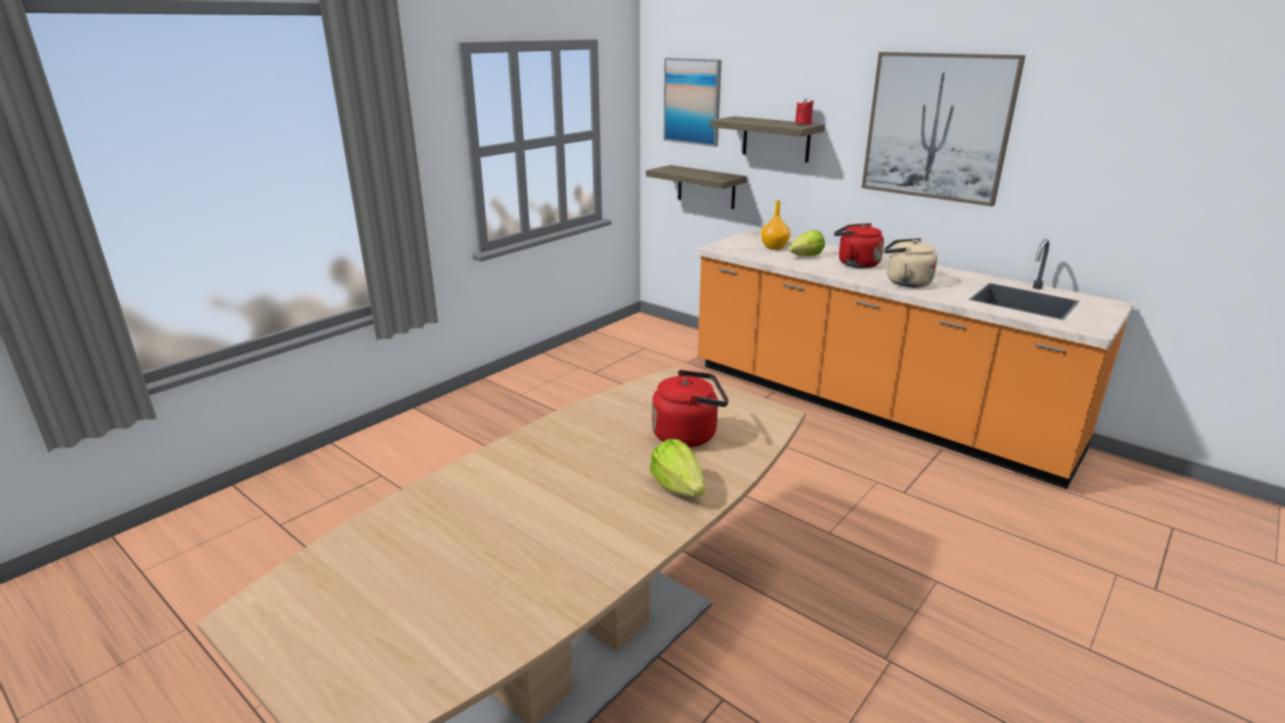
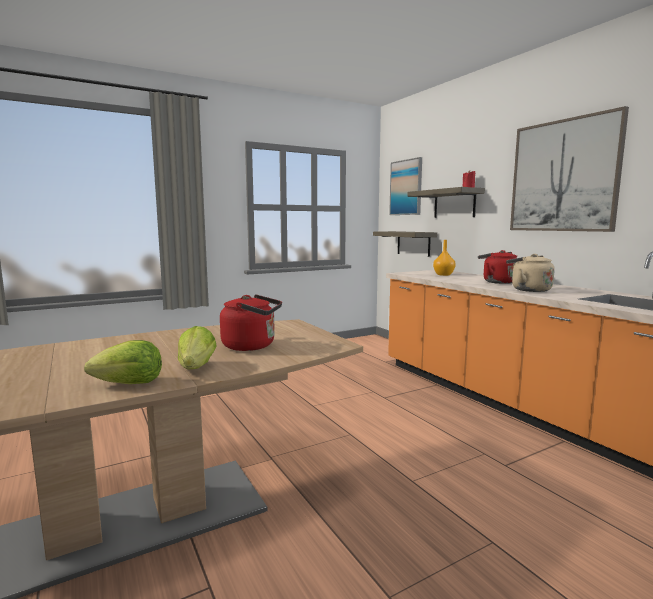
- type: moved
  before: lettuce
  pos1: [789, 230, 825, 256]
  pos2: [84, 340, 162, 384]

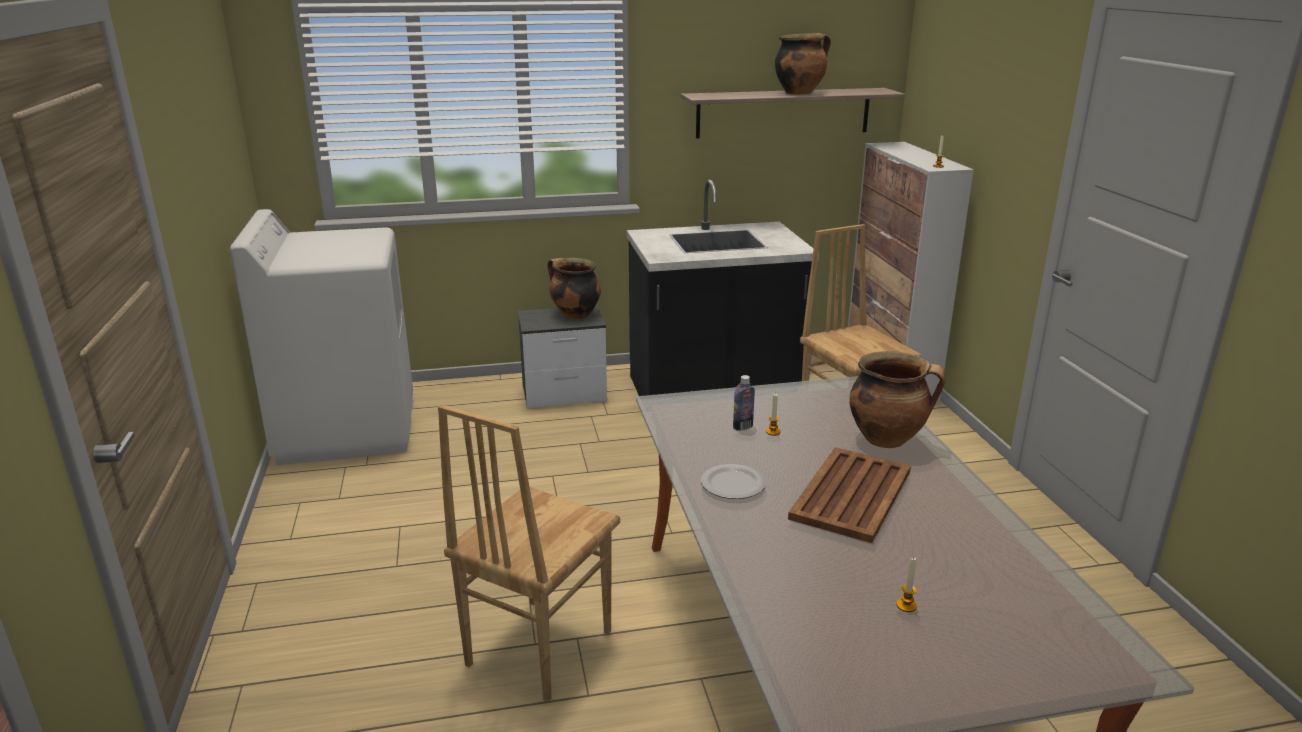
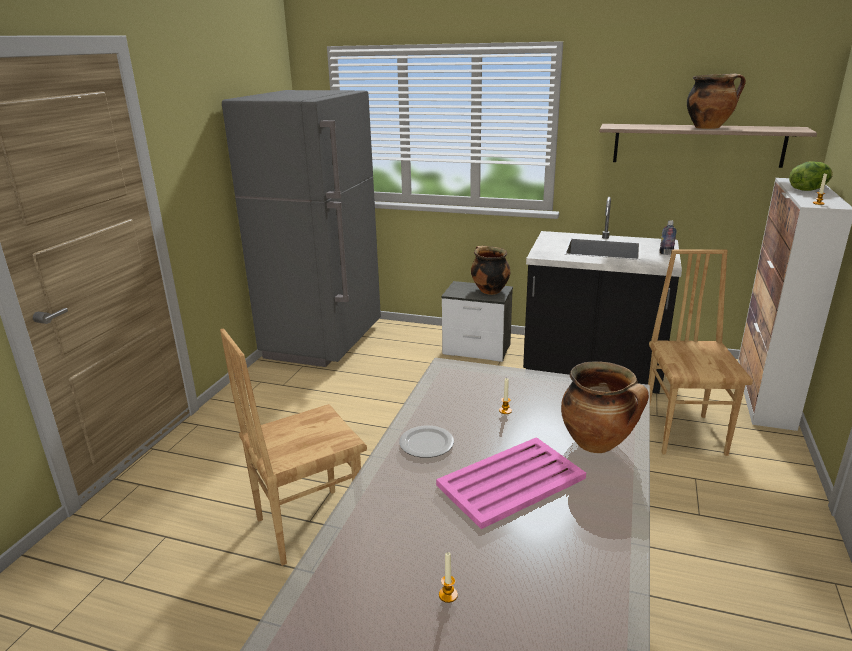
- type: replaced
  before: washing machine (white)
  after: fridge (grey)
  pos1: [230, 209, 413, 465]
  pos2: [222, 90, 381, 367]
- type: recoloured
  before: tray (brown)
  after: tray (pink)
  pos1: [788, 447, 911, 543]
  pos2: [436, 437, 586, 529]
- type: moved
  before: bottle
  pos1: [733, 375, 755, 430]
  pos2: [660, 220, 677, 255]
- type: added
  after: lettuce
  pos2: [789, 162, 833, 191]

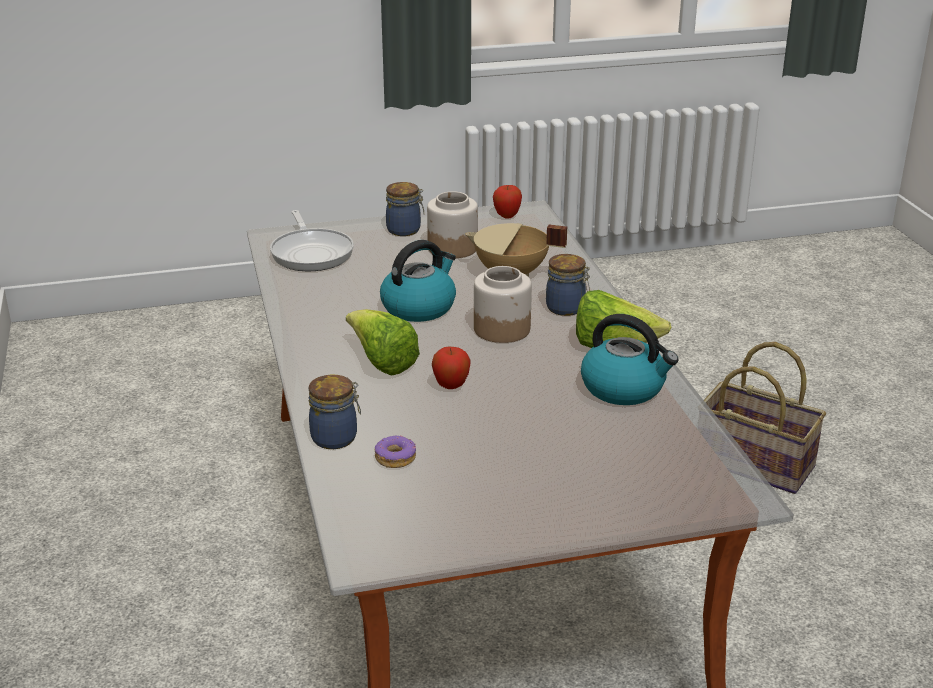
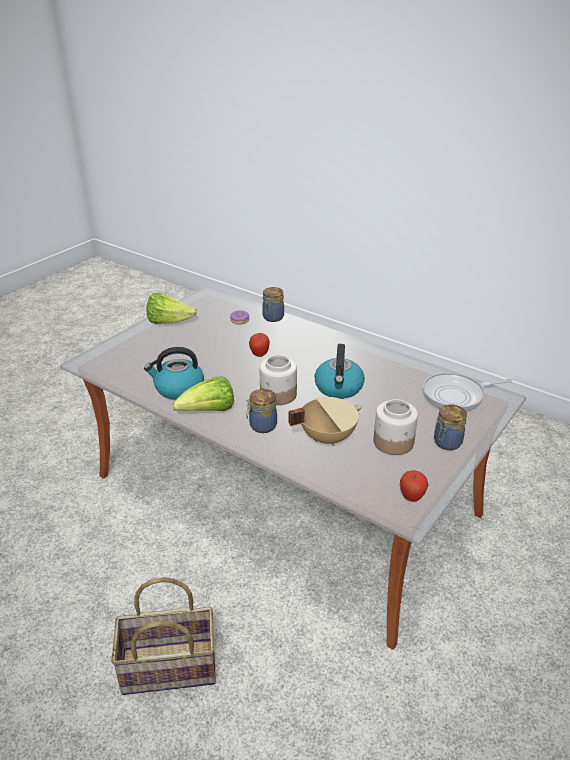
- type: moved
  before: lettuce
  pos1: [346, 309, 420, 376]
  pos2: [147, 293, 197, 324]
- type: turned
  before: frying pan
  pos1: [270, 210, 354, 271]
  pos2: [423, 373, 512, 411]
  turn: -45

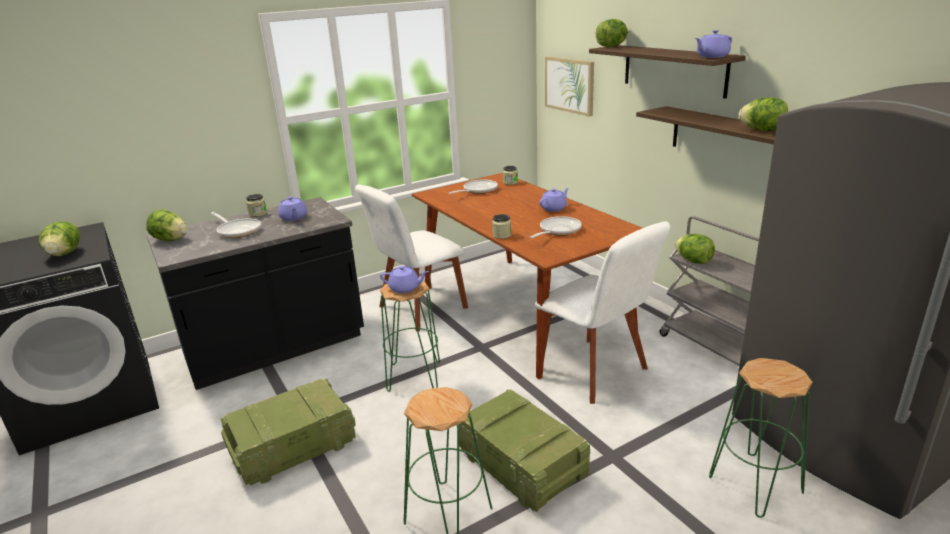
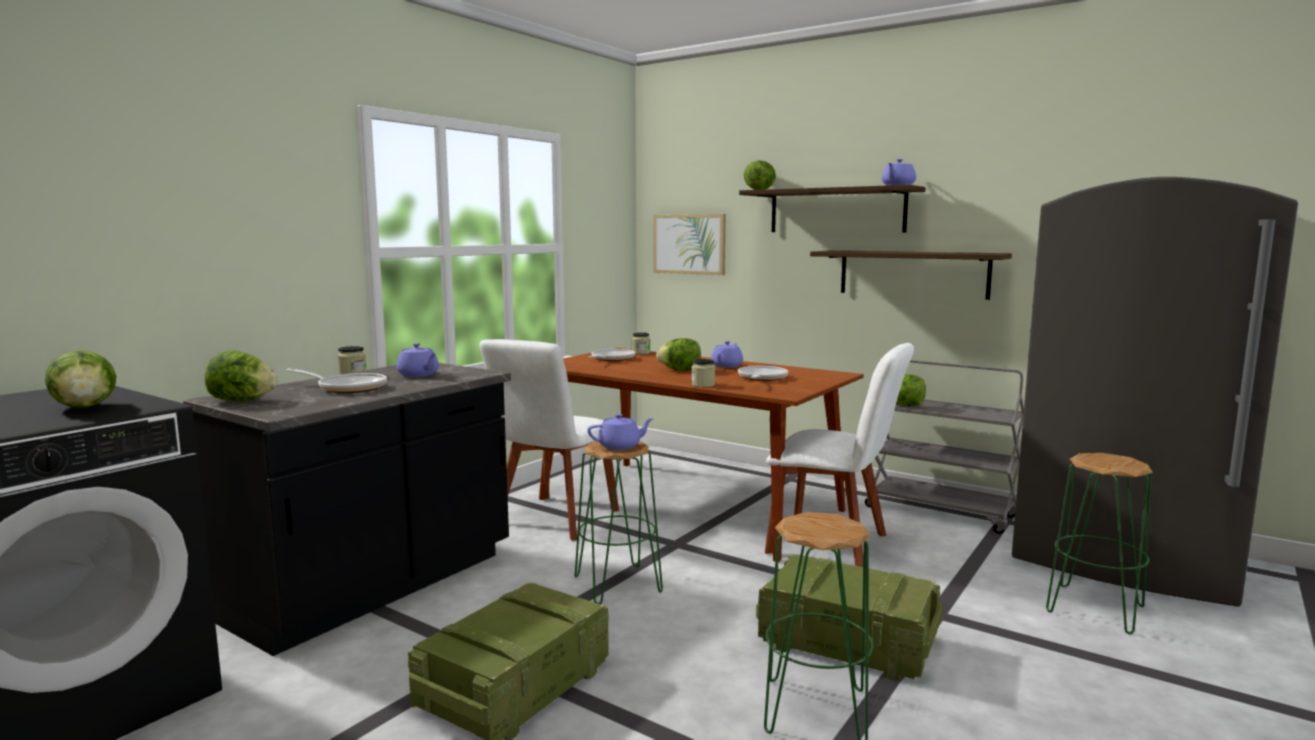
- type: moved
  before: lettuce
  pos1: [739, 97, 788, 131]
  pos2: [656, 338, 701, 371]

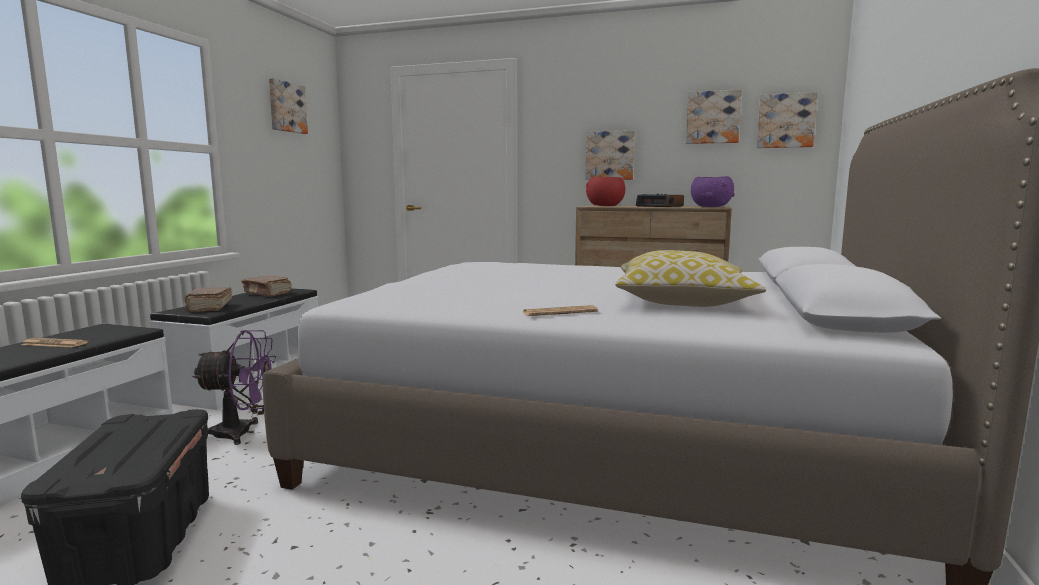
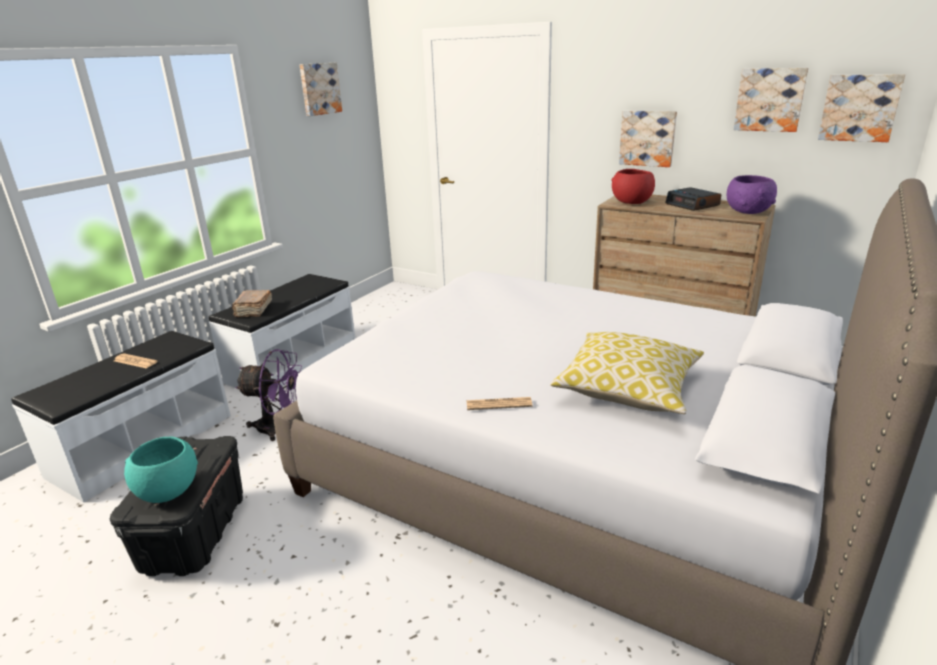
- type: added
  after: bowl (turquoise)
  pos2: [124, 436, 198, 503]
- type: removed
  before: book (brown)
  pos1: [241, 276, 292, 297]

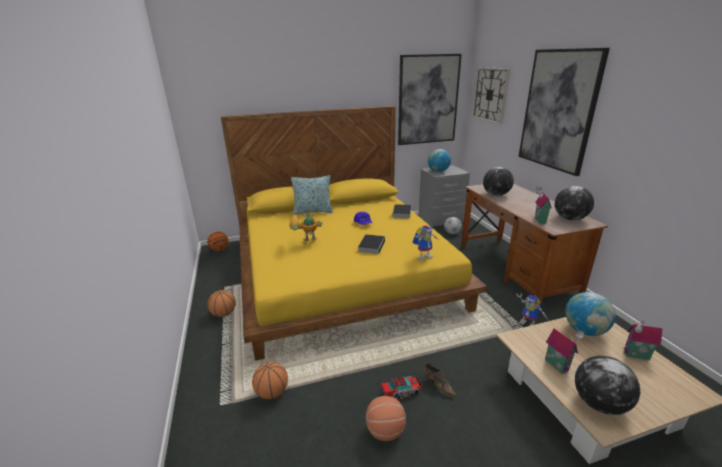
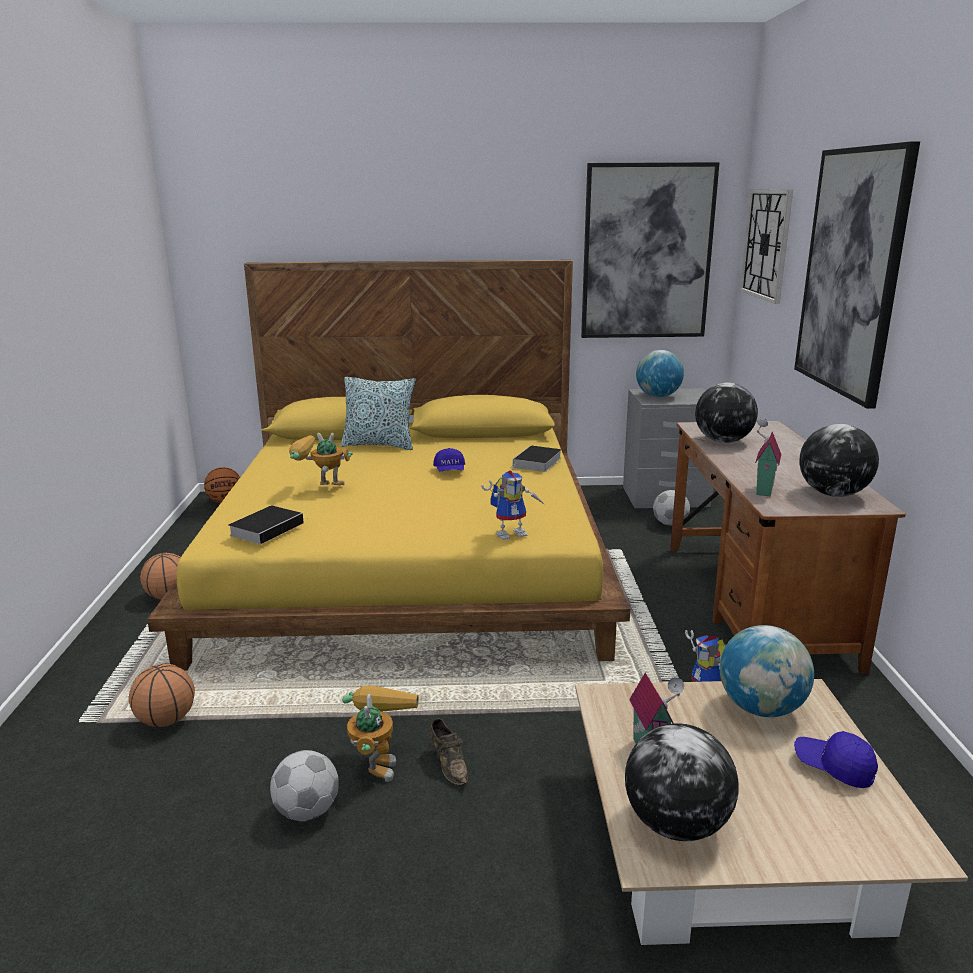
- type: moved
  before: book
  pos1: [358, 234, 385, 254]
  pos2: [228, 505, 309, 544]
- type: replaced
  before: basketball
  after: football
  pos1: [366, 396, 406, 441]
  pos2: [270, 750, 339, 821]
- type: replaced
  before: toy truck
  after: toy robot
  pos1: [381, 376, 423, 400]
  pos2: [342, 686, 419, 782]
- type: replaced
  before: toy house
  after: cap (blue)
  pos1: [624, 320, 663, 360]
  pos2: [794, 731, 878, 788]

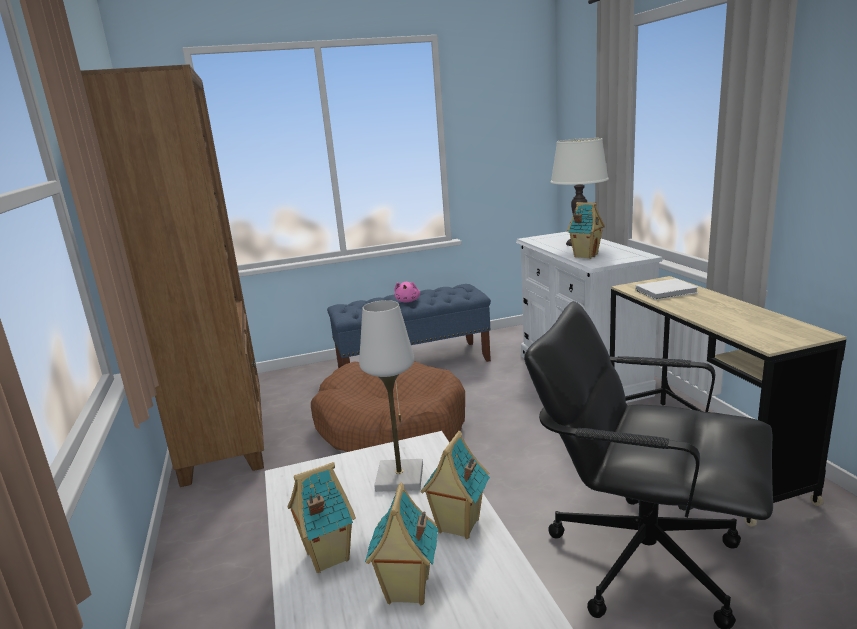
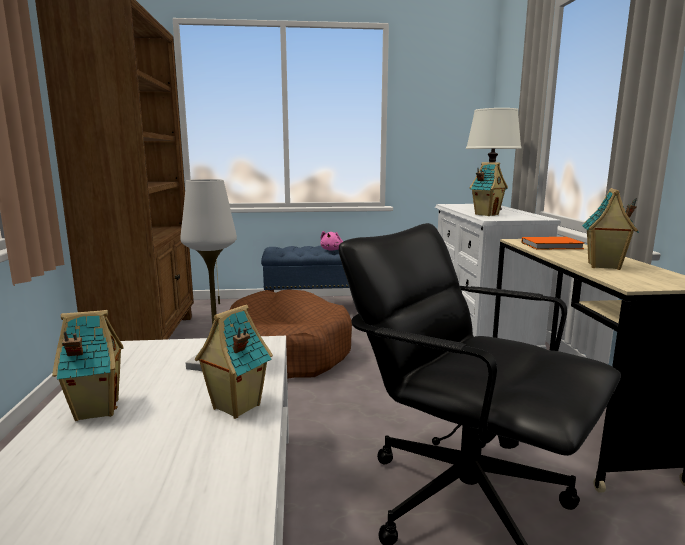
- type: recoloured
  before: book (white)
  after: book (orange)
  pos1: [635, 279, 698, 300]
  pos2: [521, 237, 585, 249]
- type: moved
  before: toy house
  pos1: [365, 483, 438, 605]
  pos2: [582, 188, 639, 270]

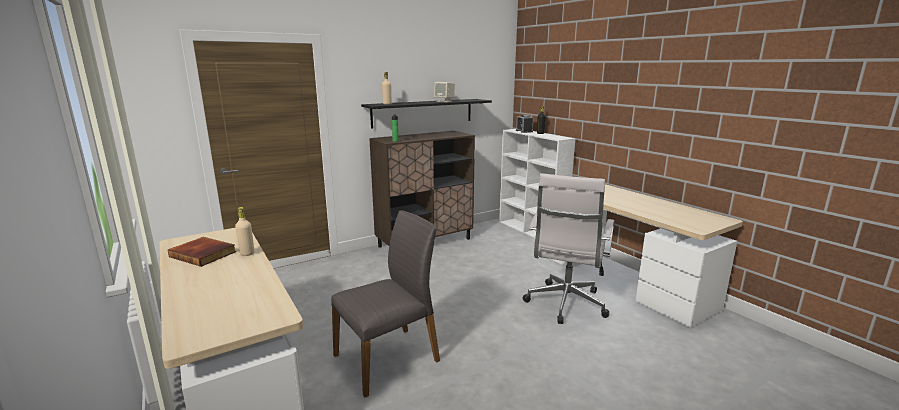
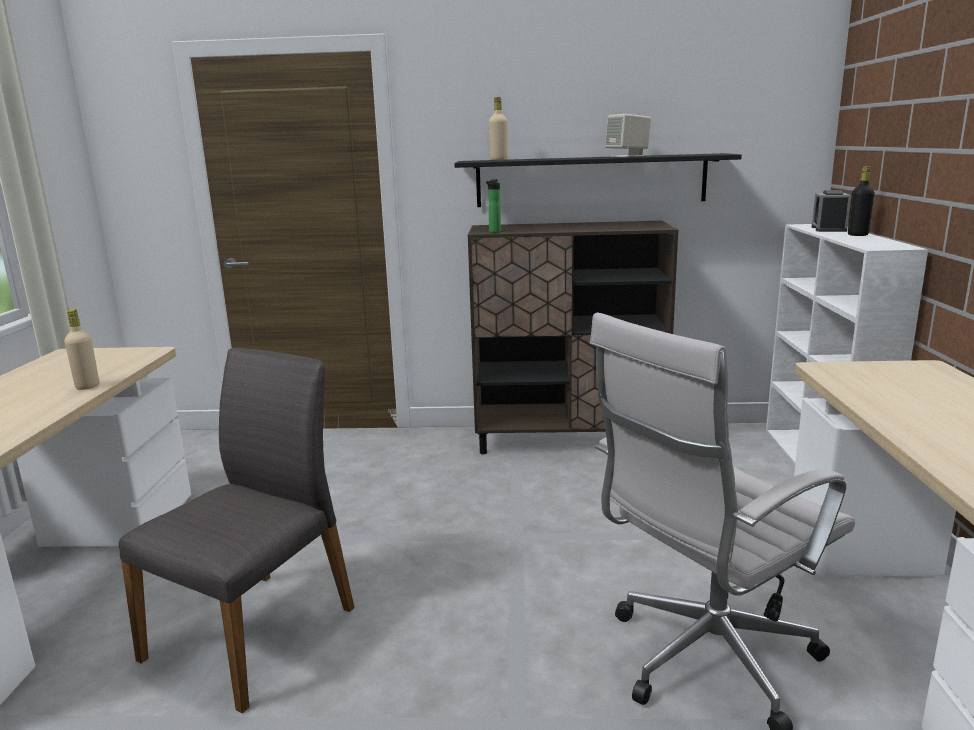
- type: turned
  before: chair (grey)
  pos1: [331, 210, 440, 397]
  pos2: [118, 348, 355, 713]
  turn: -60
- type: removed
  before: book
  pos1: [168, 237, 236, 267]

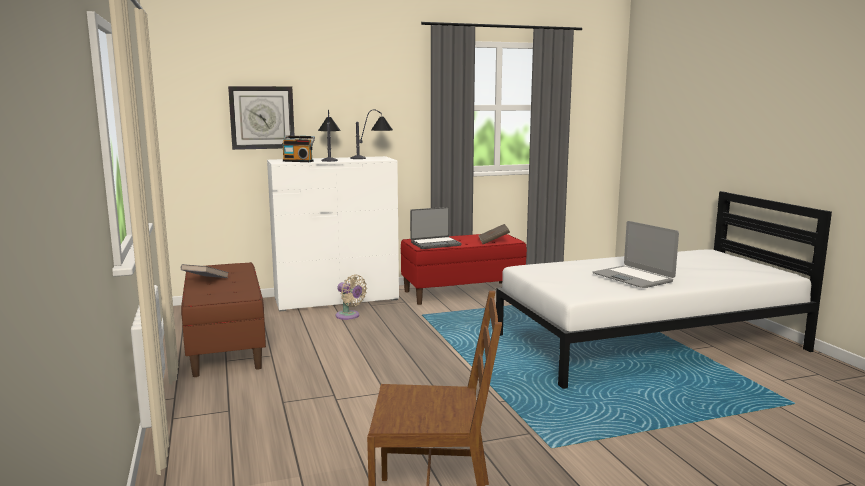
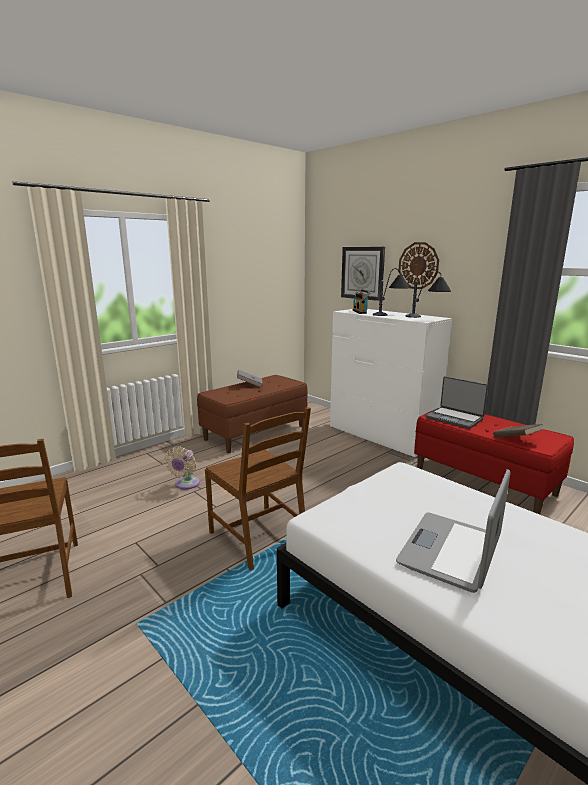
- type: moved
  before: fan (beige)
  pos1: [335, 274, 367, 320]
  pos2: [164, 447, 200, 490]
- type: added
  after: chair (brown)
  pos2: [205, 407, 311, 571]
- type: added
  after: wall clock
  pos2: [398, 242, 439, 289]

